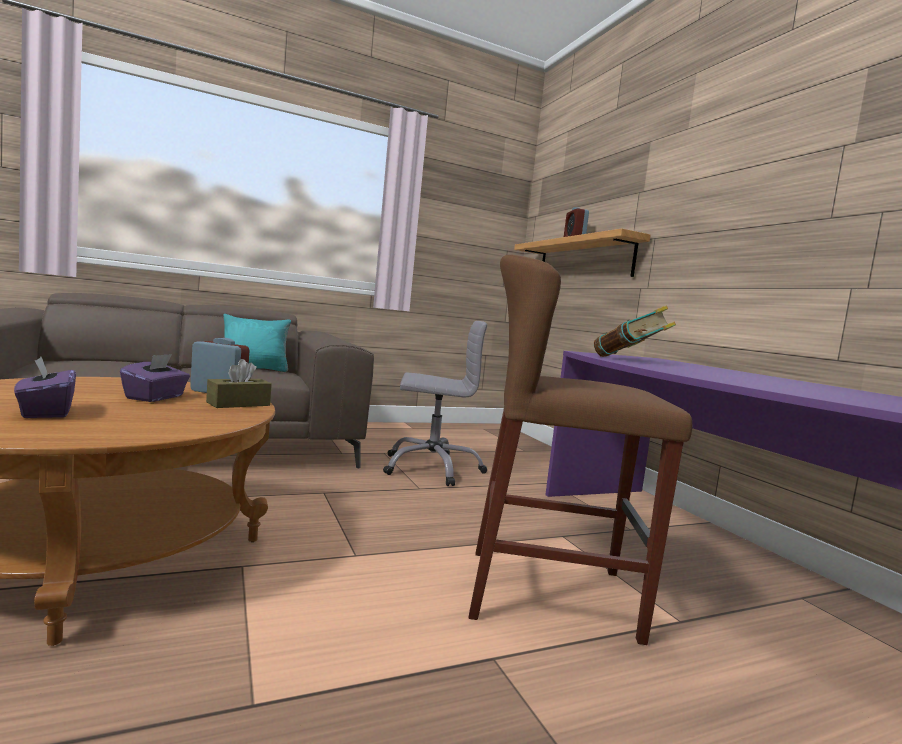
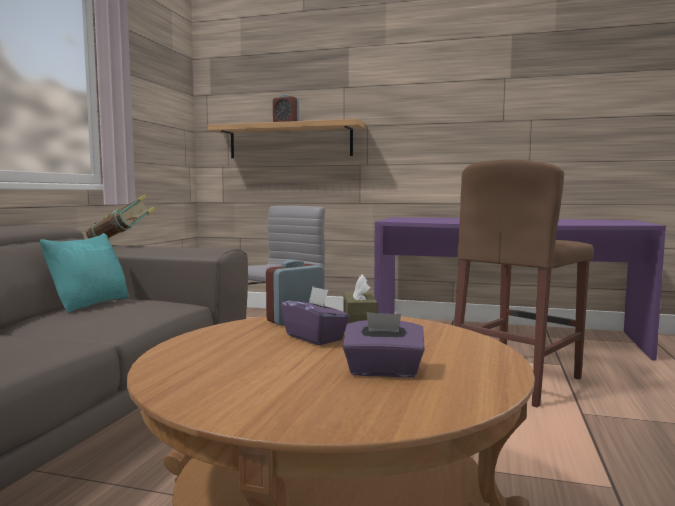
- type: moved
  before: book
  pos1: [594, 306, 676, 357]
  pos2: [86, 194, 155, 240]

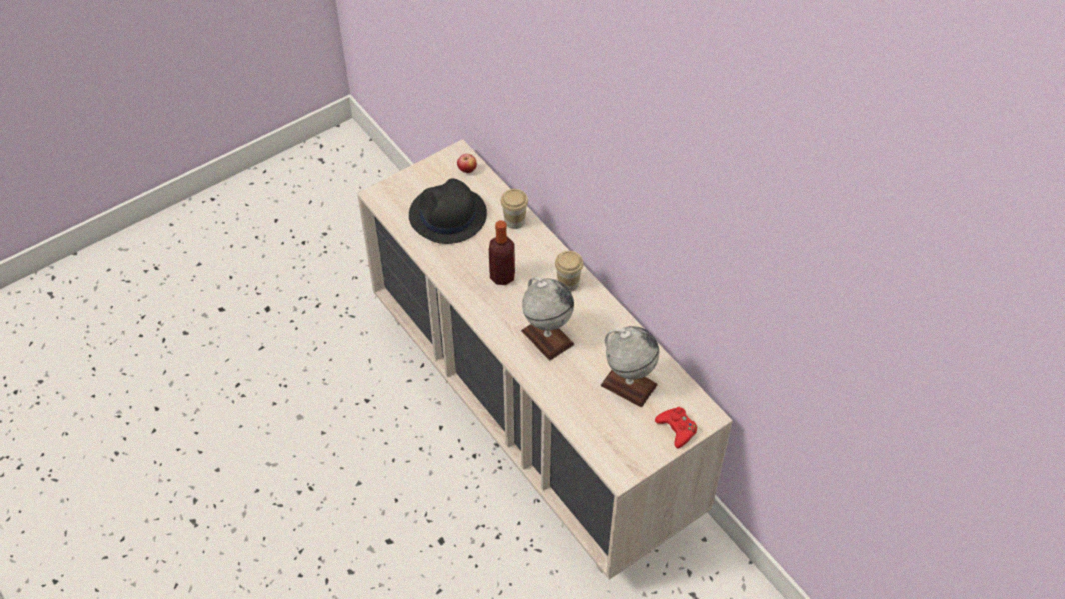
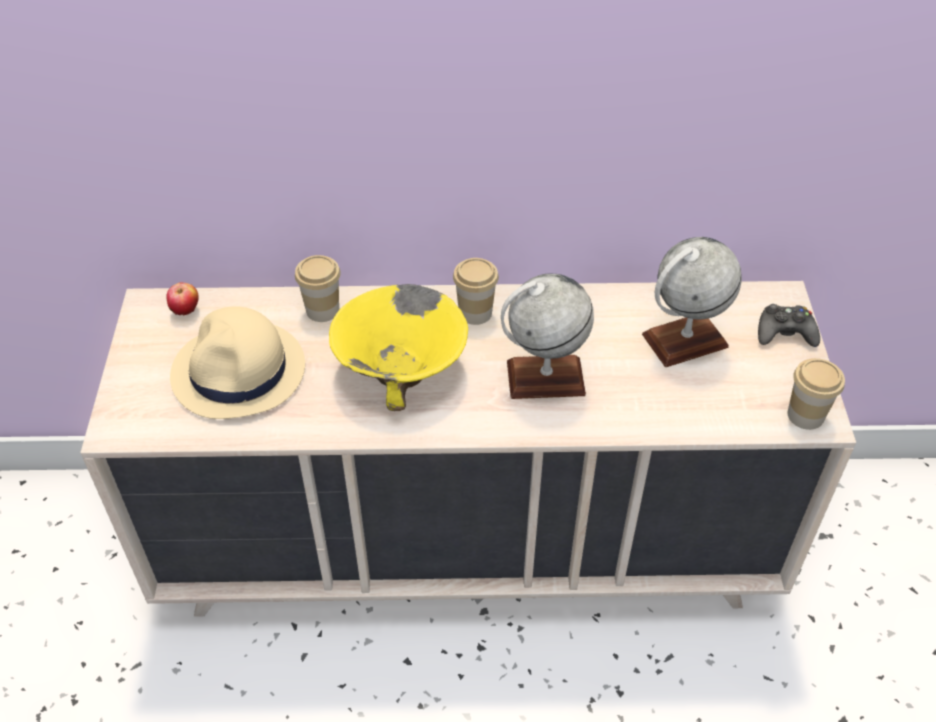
- type: recoloured
  before: hat (black)
  after: hat (beige)
  pos1: [409, 178, 487, 244]
  pos2: [170, 306, 305, 419]
- type: replaced
  before: bottle
  after: bowl (yellow)
  pos1: [489, 220, 515, 285]
  pos2: [329, 284, 468, 411]
- type: recoloured
  before: game controller (red)
  after: game controller (black)
  pos1: [655, 407, 697, 448]
  pos2: [758, 304, 820, 347]
- type: added
  after: cup
  pos2: [788, 358, 845, 430]

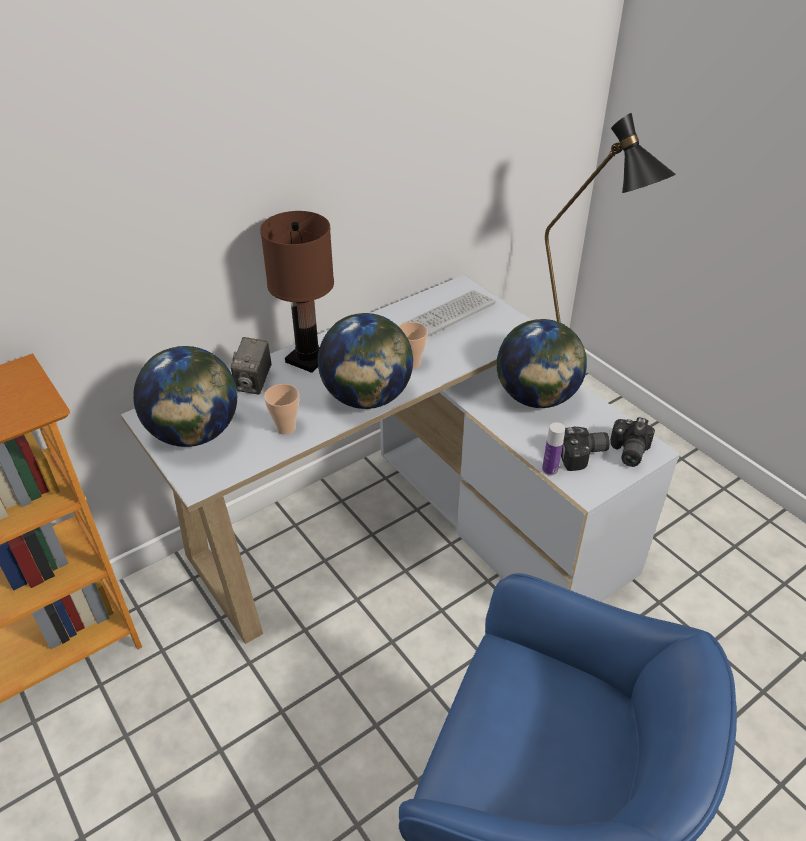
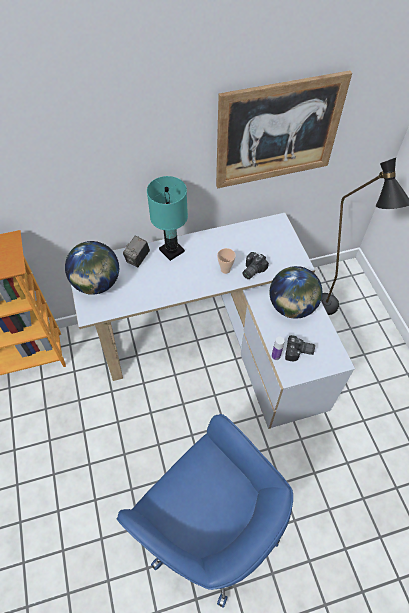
- type: recoloured
  before: table lamp (brown)
  after: table lamp (turquoise)
  pos1: [260, 211, 334, 373]
  pos2: [147, 176, 188, 261]
- type: added
  after: picture
  pos2: [216, 70, 352, 189]
- type: moved
  before: photo camera
  pos1: [610, 417, 655, 467]
  pos2: [243, 252, 269, 279]
- type: removed
  before: cup
  pos1: [264, 384, 299, 435]
- type: removed
  before: globe
  pos1: [318, 313, 413, 409]
- type: removed
  before: keyboard
  pos1: [402, 290, 495, 338]

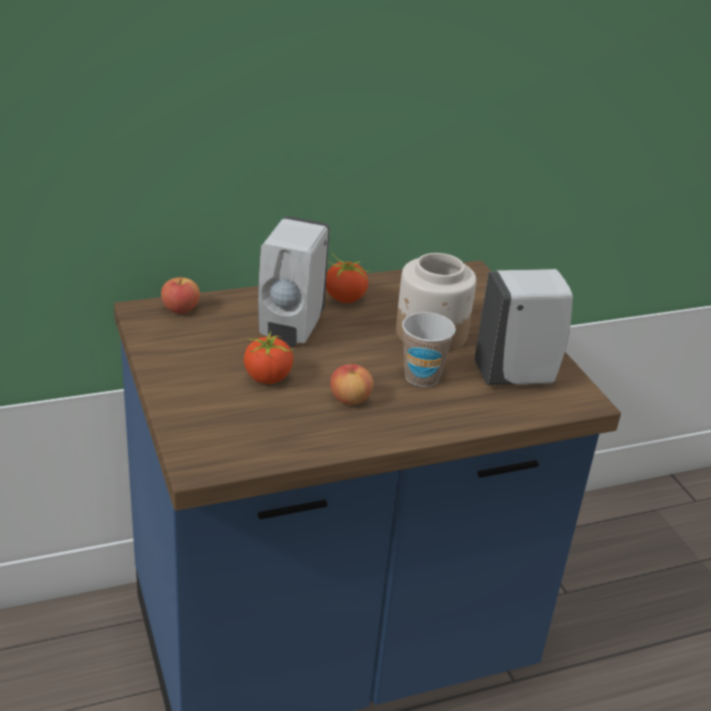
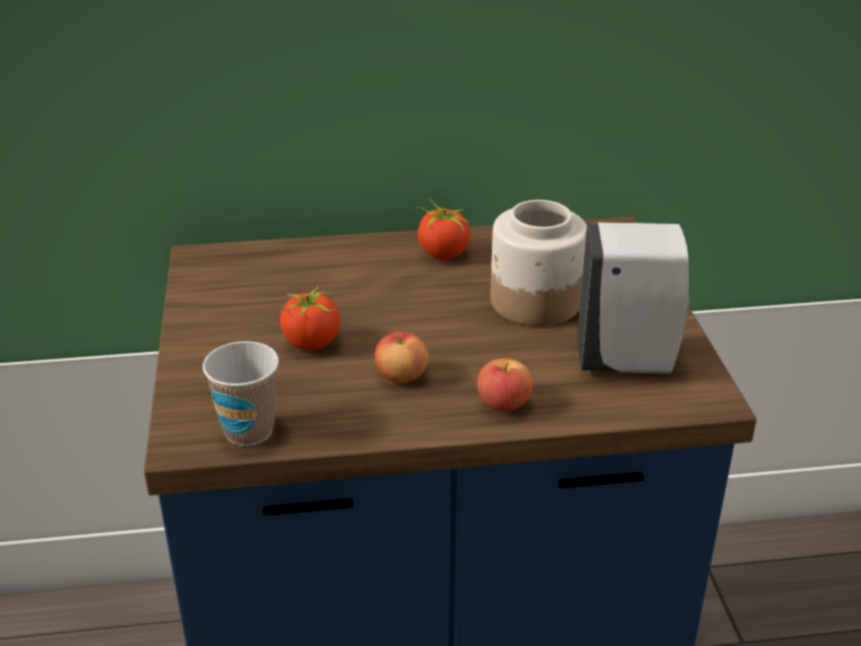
- type: moved
  before: cup
  pos1: [402, 312, 456, 387]
  pos2: [203, 341, 279, 446]
- type: moved
  before: apple
  pos1: [161, 277, 200, 314]
  pos2: [477, 358, 533, 412]
- type: removed
  before: soap dispenser (white)
  pos1: [258, 216, 330, 346]

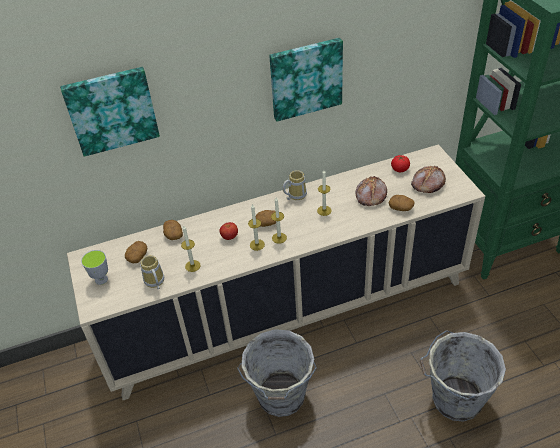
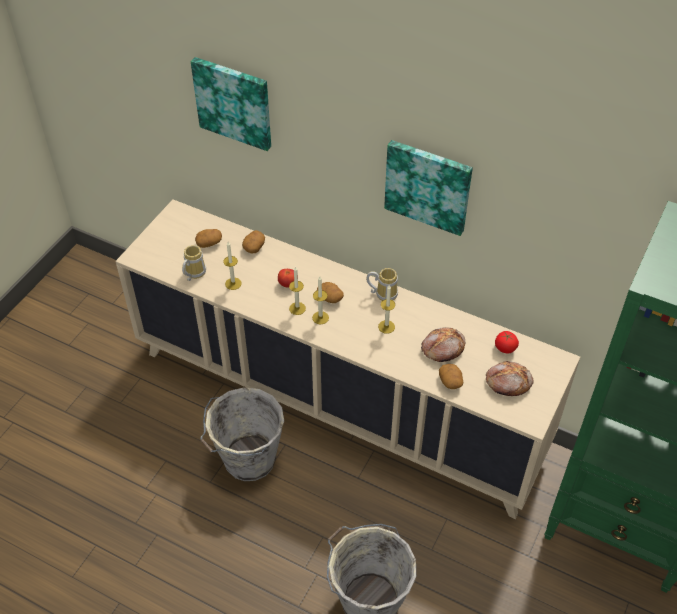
- type: removed
  before: cup
  pos1: [81, 250, 108, 285]

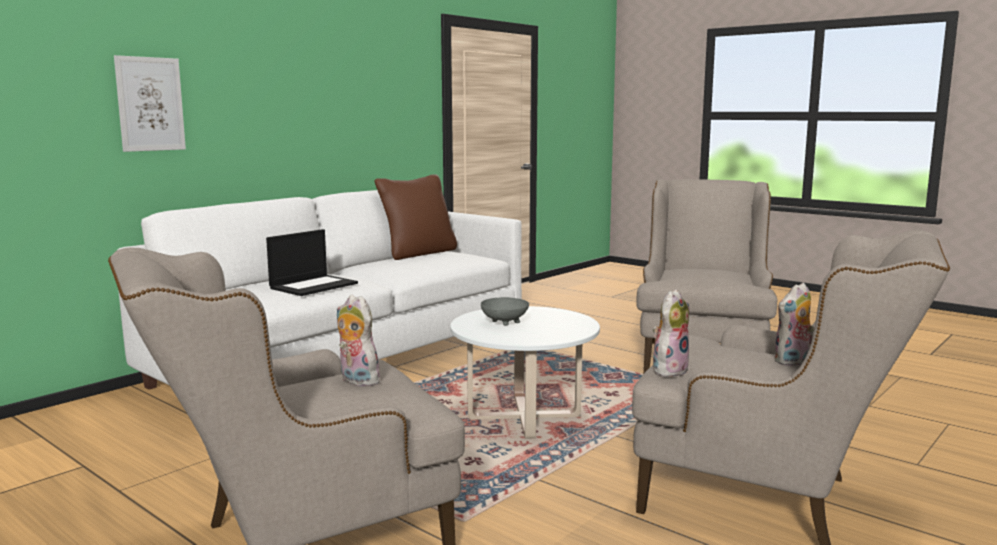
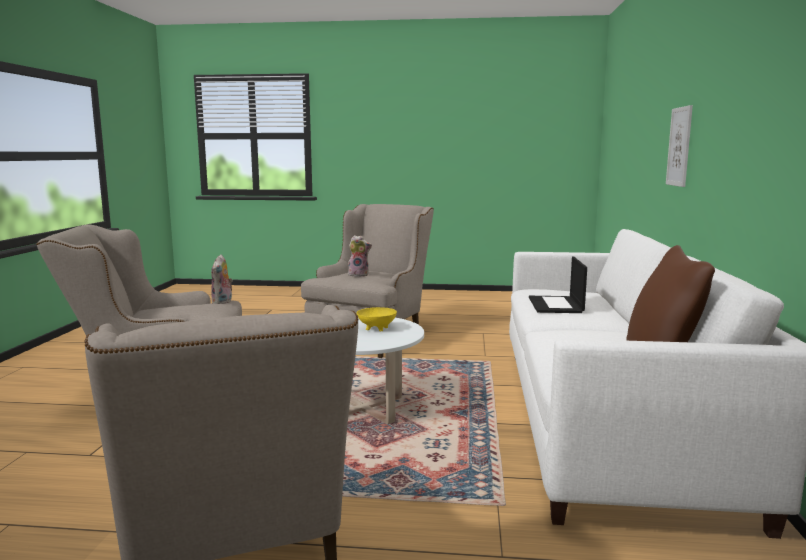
- type: recoloured
  before: bowl (grey)
  after: bowl (yellow)
  pos1: [481, 297, 529, 326]
  pos2: [356, 307, 397, 331]
- type: removed
  before: plush toy
  pos1: [775, 283, 814, 367]

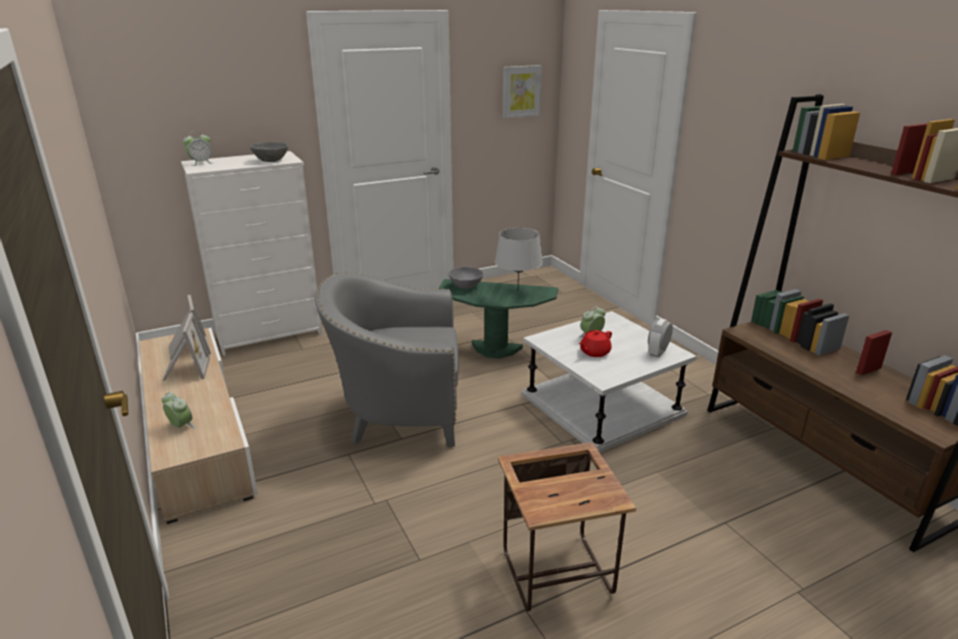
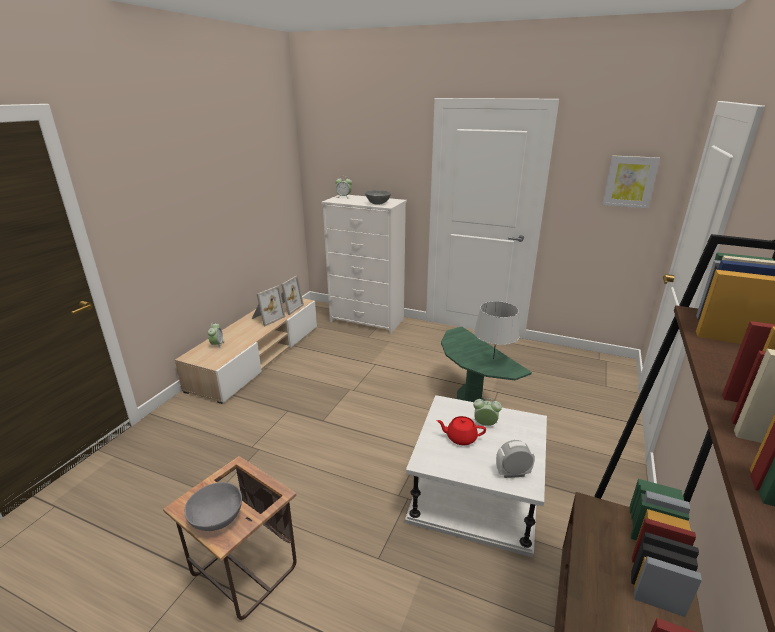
- type: moved
  before: bowl (grey)
  pos1: [449, 267, 483, 289]
  pos2: [185, 482, 242, 531]
- type: removed
  before: armchair (grey)
  pos1: [315, 272, 458, 447]

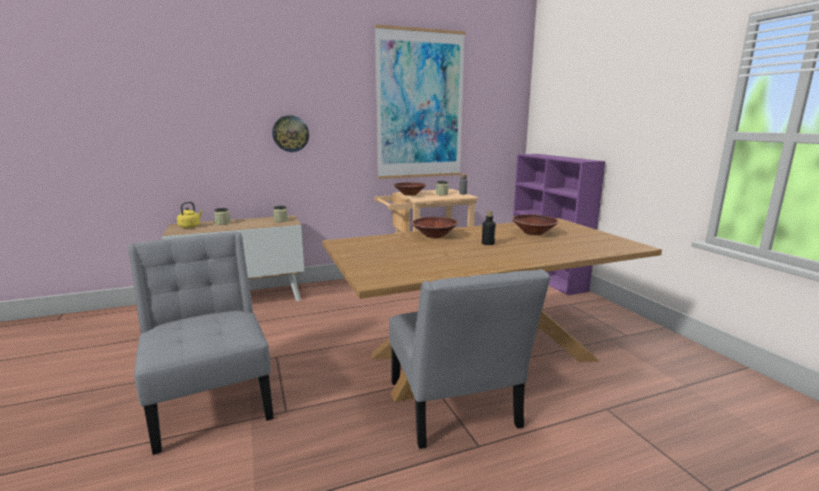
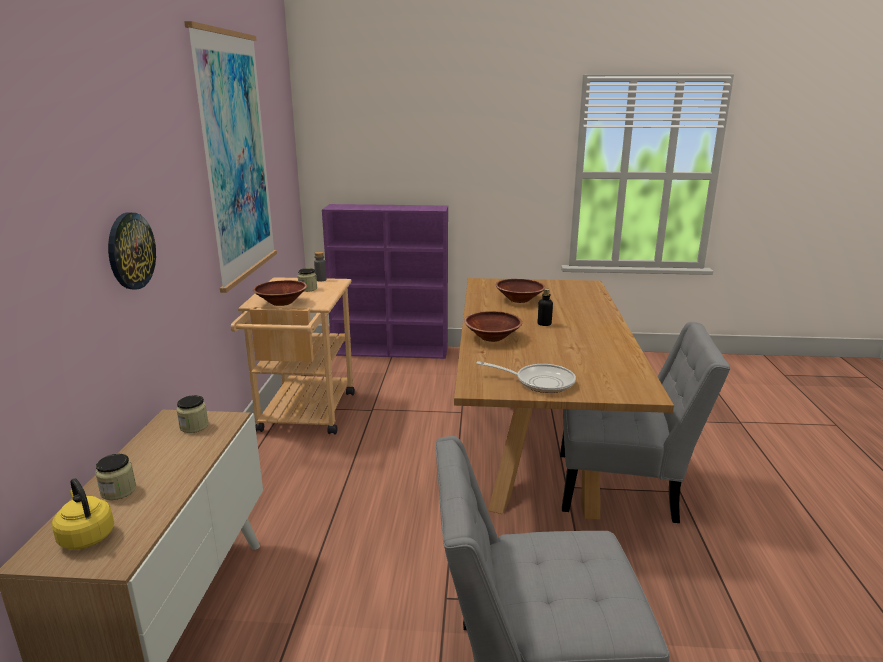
- type: added
  after: frying pan
  pos2: [476, 361, 576, 393]

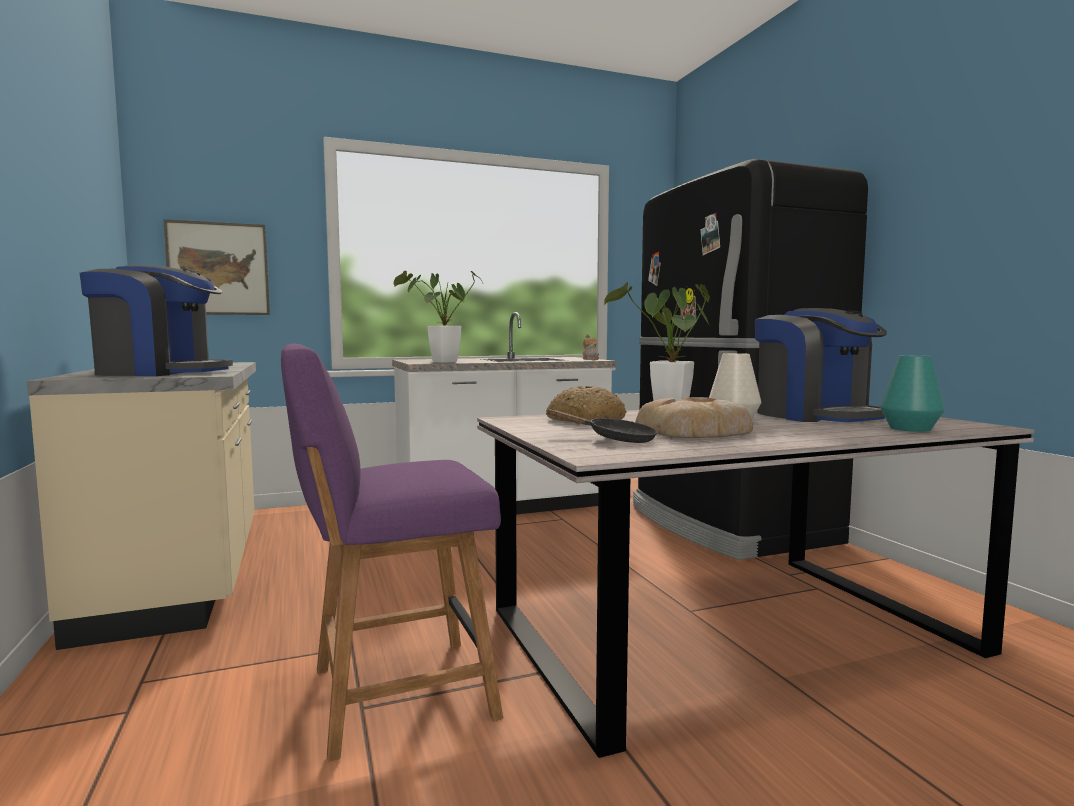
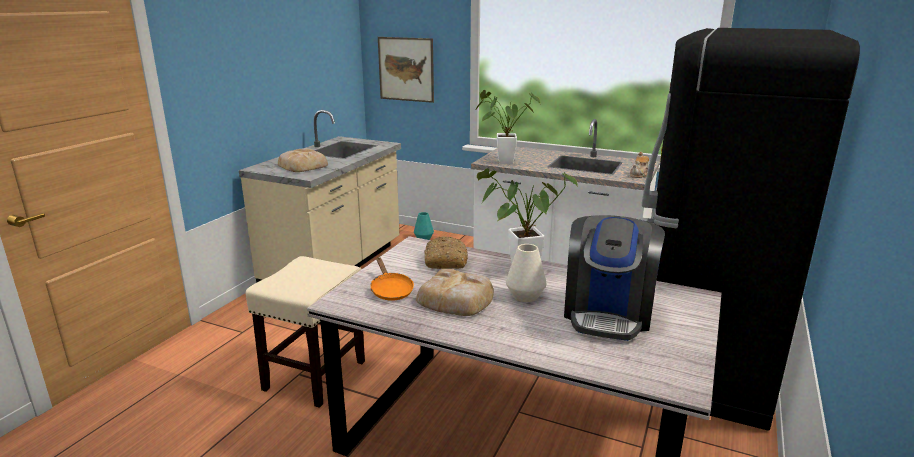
- type: replaced
  before: chair (purple)
  after: stool (beige)
  pos1: [281, 344, 503, 761]
  pos2: [245, 256, 365, 408]
- type: replaced
  before: coffee machine
  after: bread
  pos1: [80, 265, 233, 376]
  pos2: [278, 148, 328, 172]
- type: recoloured
  before: frying pan (black)
  after: frying pan (orange)
  pos1: [547, 409, 657, 443]
  pos2: [371, 257, 414, 301]
- type: moved
  before: vase (turquoise)
  pos1: [880, 355, 945, 432]
  pos2: [414, 212, 434, 240]

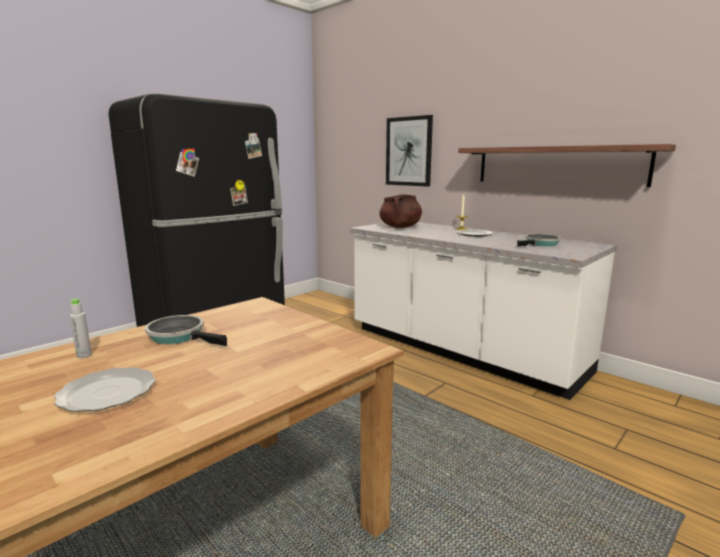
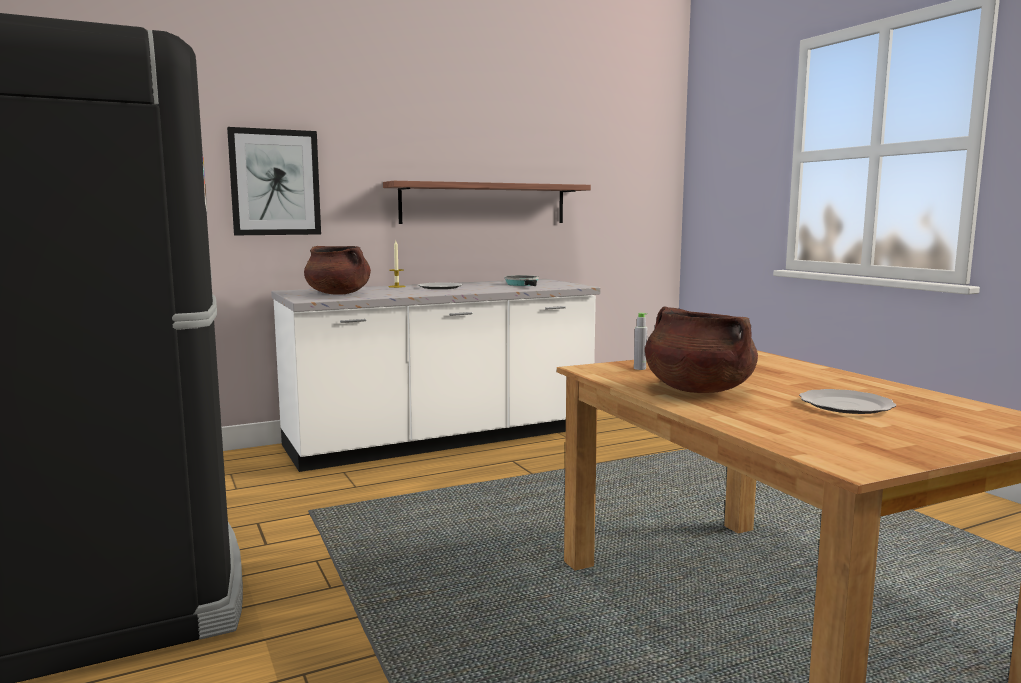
- type: moved
  before: bottle (grey)
  pos1: [70, 299, 92, 358]
  pos2: [634, 313, 647, 370]
- type: replaced
  before: frying pan
  after: cooking pot (brown)
  pos1: [145, 315, 227, 346]
  pos2: [645, 306, 758, 393]

